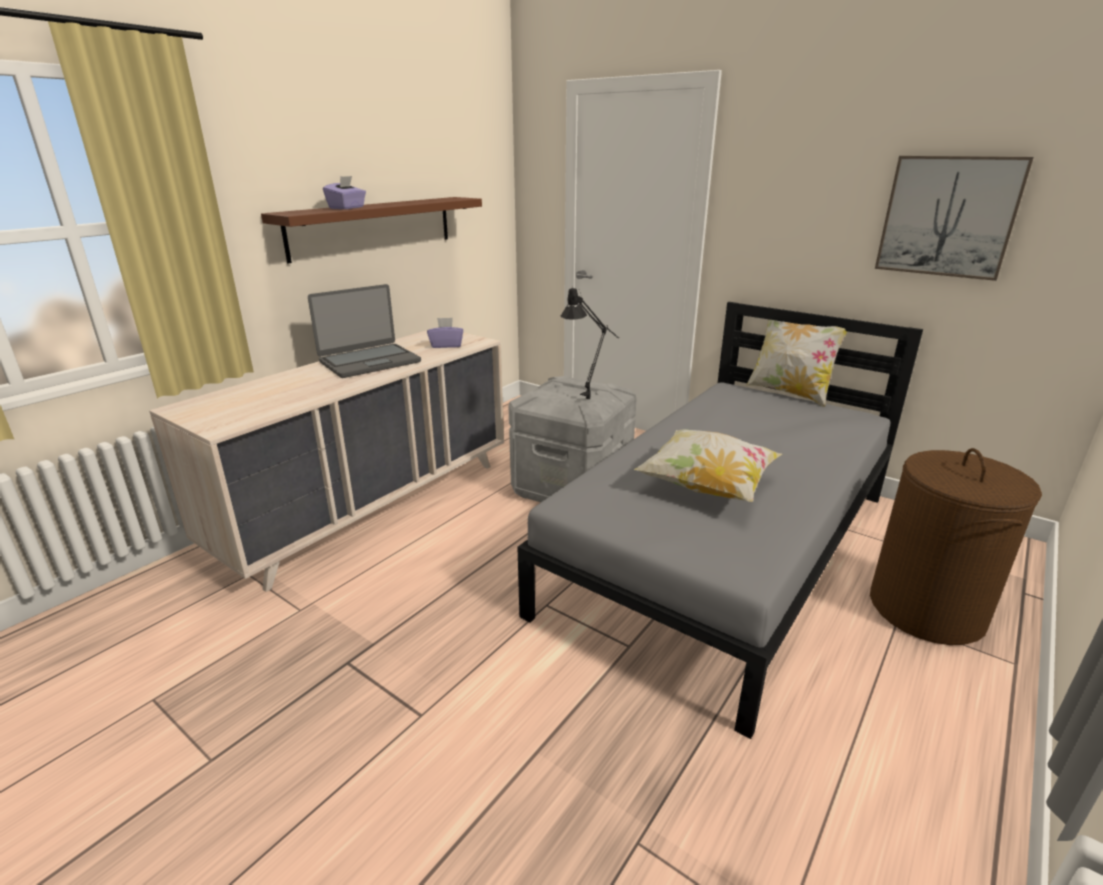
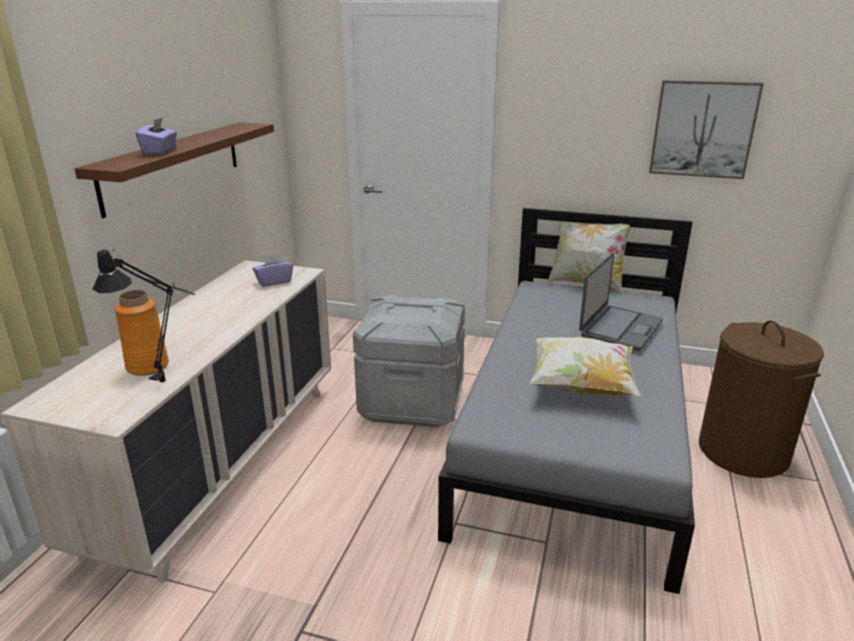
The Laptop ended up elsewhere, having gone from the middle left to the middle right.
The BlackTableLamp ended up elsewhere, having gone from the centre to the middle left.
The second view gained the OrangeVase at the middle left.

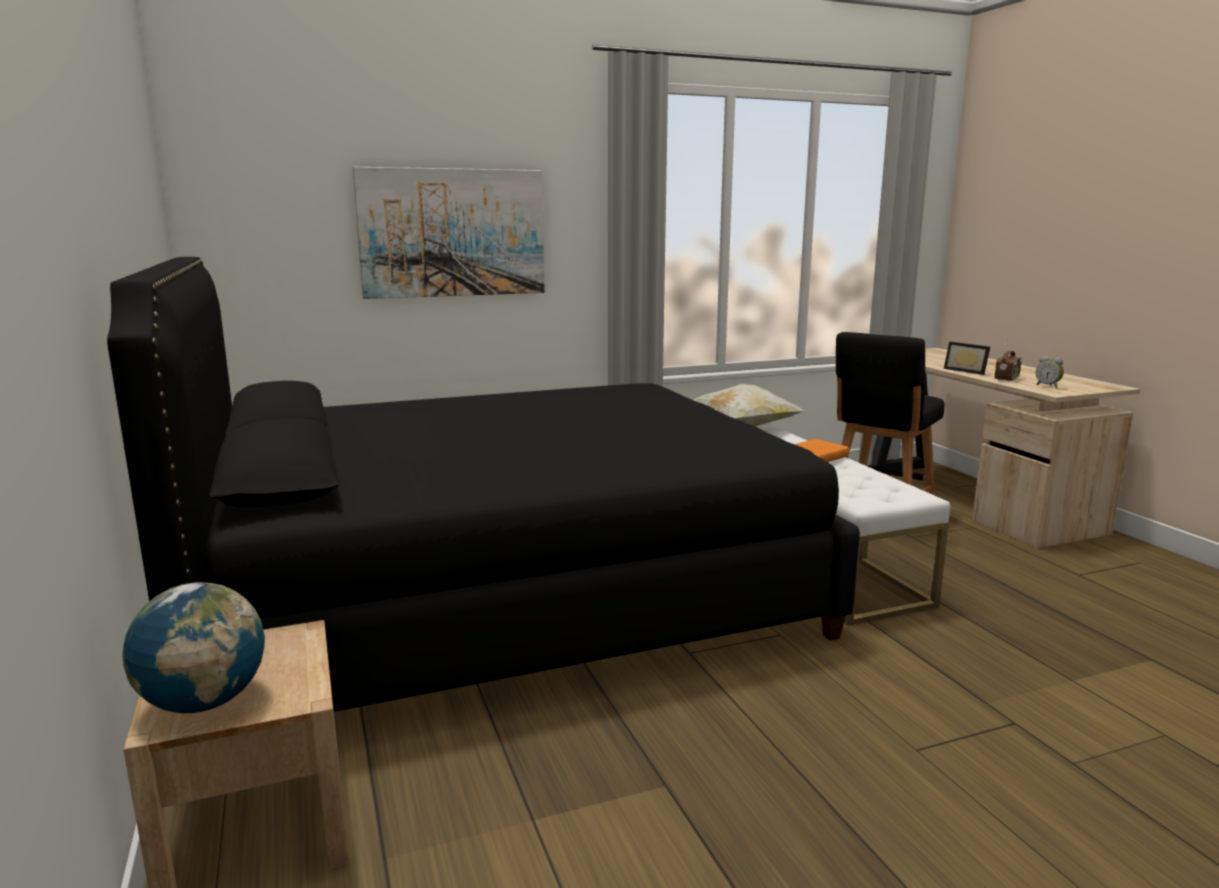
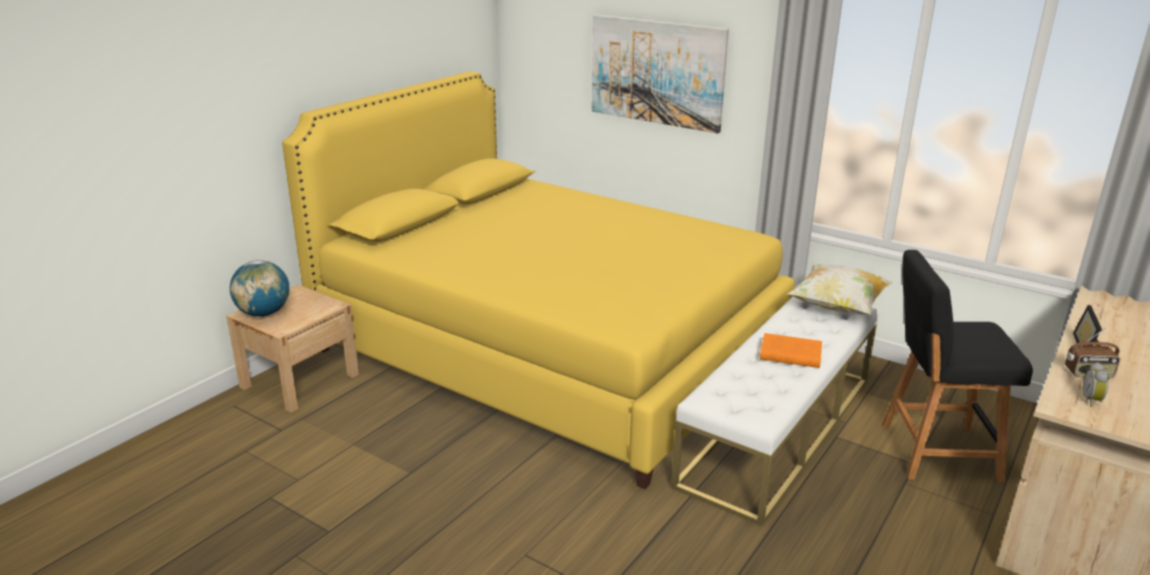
What was the BlackBed at the centre turned into the YellowBed at the centre.

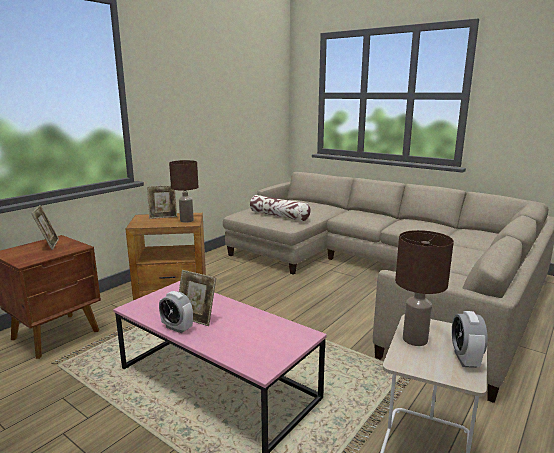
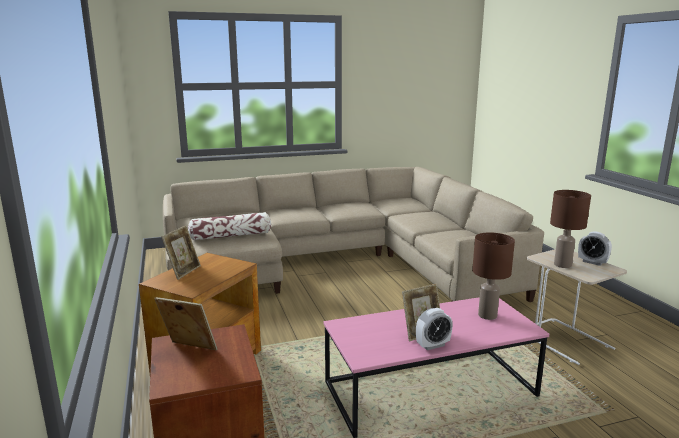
The BrownTableLamp (no. 1 from left) ended up elsewhere, having gone from the middle left to the middle right.

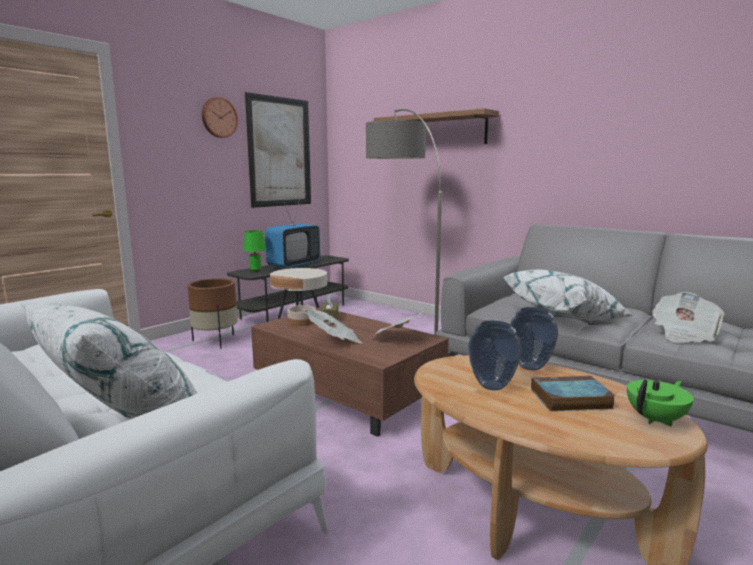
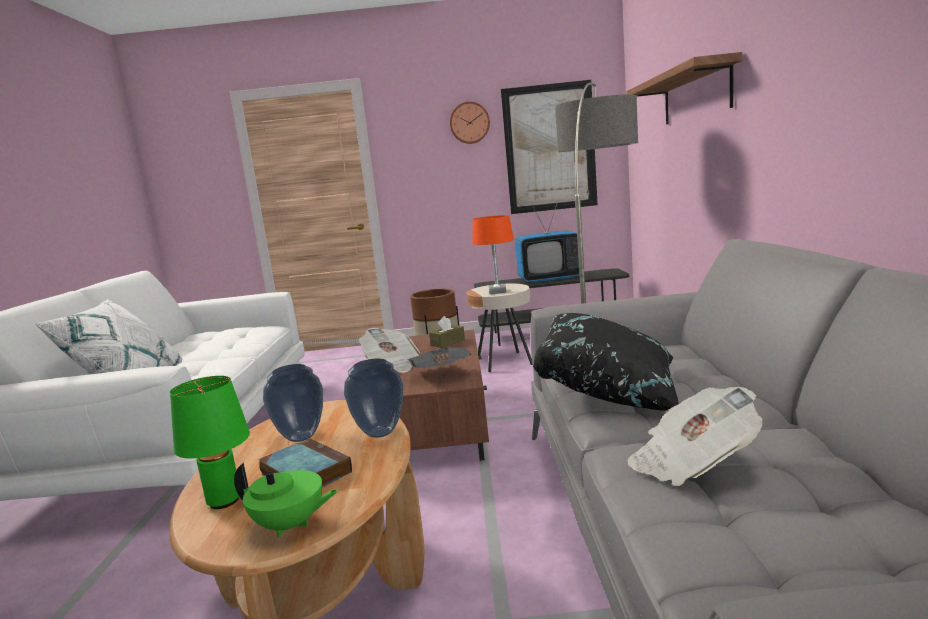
The GreenTableLamp ended up elsewhere, having gone from the centre to the bottom left.
The second view lost the Bowl at the centre.
What was the WhitePillow (no. 2 from left) at the middle right turned into the BlackPillow at the centre.
The second view gained the OrangeTableLamp at the centre.

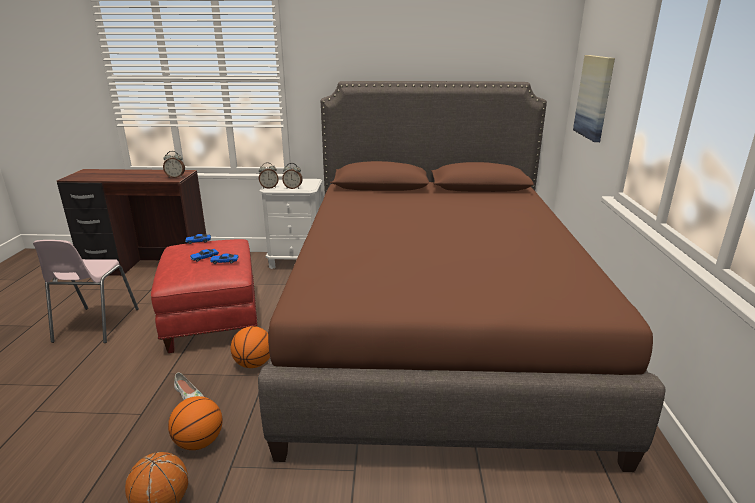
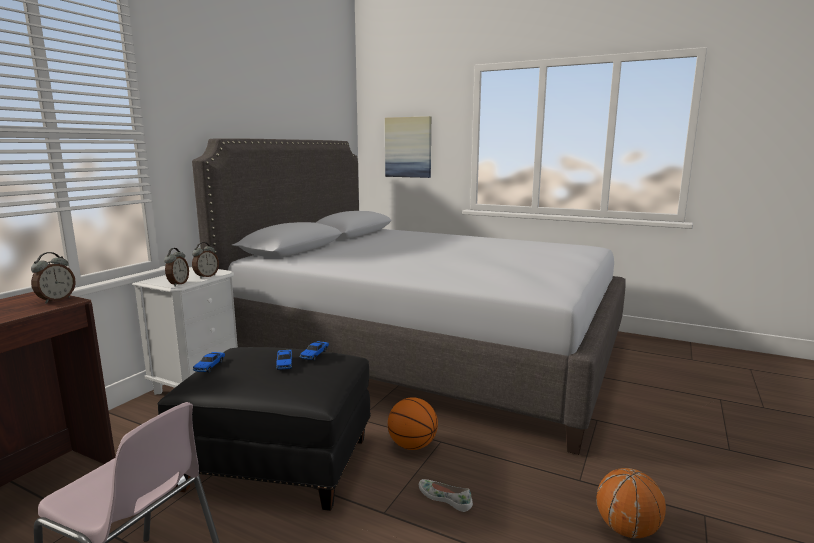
What was the RedOttoman at the middle left turned into the BlackOttoman at the bottom left.
The second view lost the Basketball (no. 2 from left) at the bottom left.
The WhiteShoe at the bottom left ended up facing another way, 120 degrees counterclockwise from before.
What was the BrownBed at the centre turned into the GreyBed at the centre.

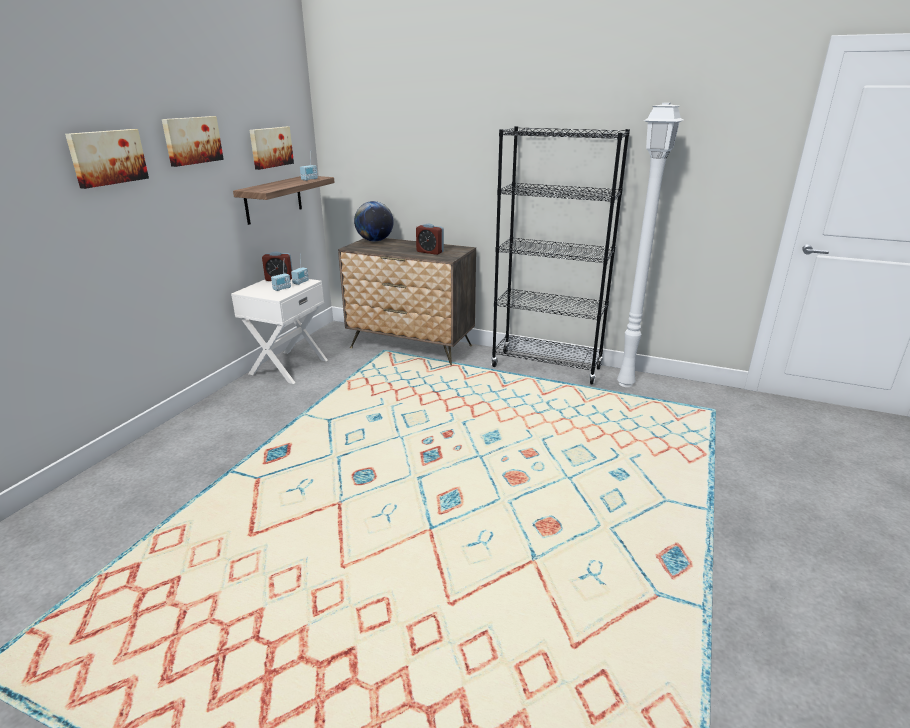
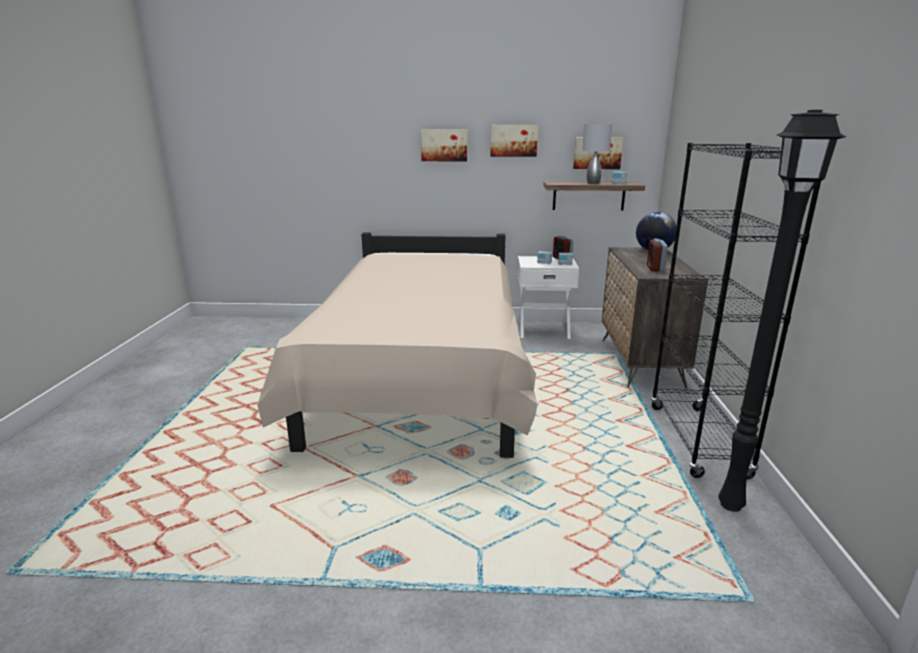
What was the WhiteFloorLamp at the middle right turned into the BlackFloorLamp at the middle right.
The second view gained the BeigeBed at the centre.
The second view gained the GreyTableLamp at the top centre.

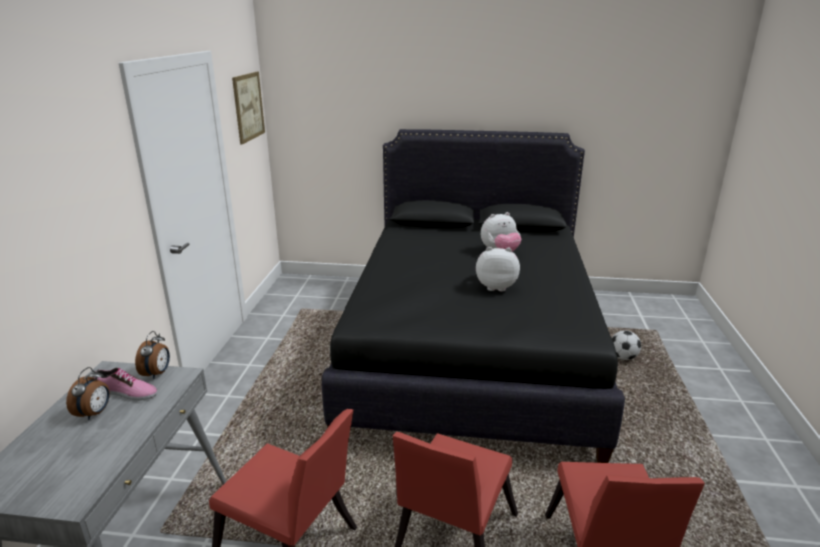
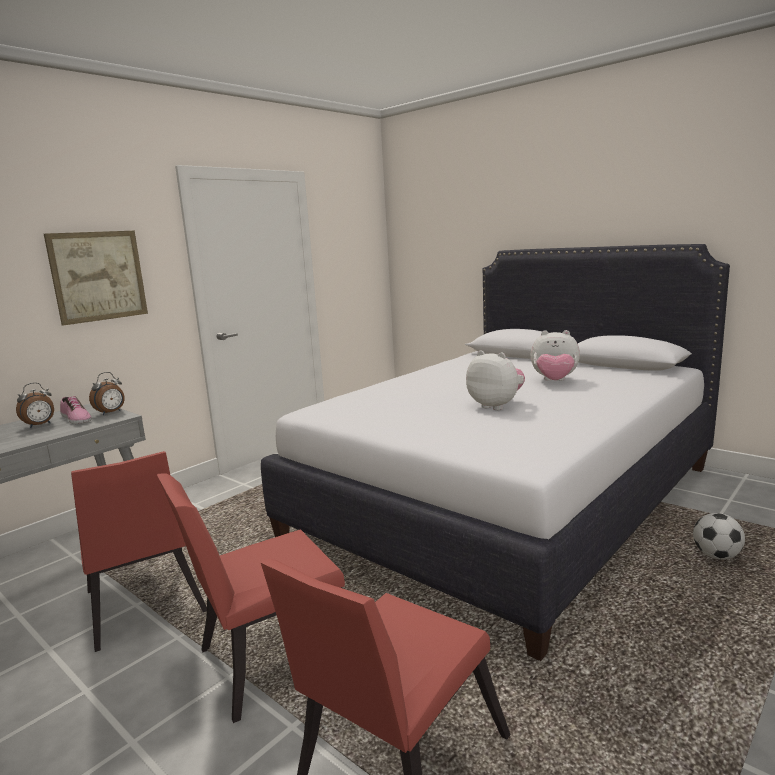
The Picture ended up elsewhere, having gone from the top left to the middle left.
What was the BlackBed at the centre turned into the WhiteBed at the centre.

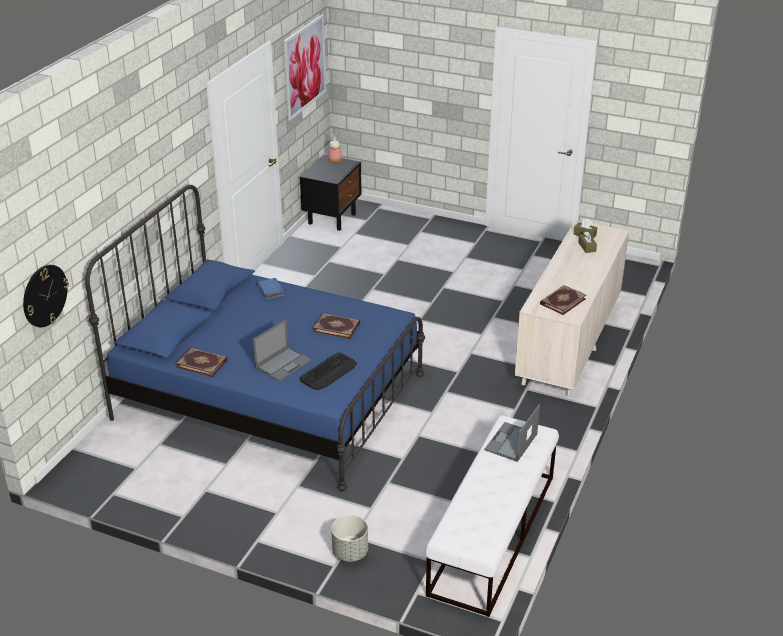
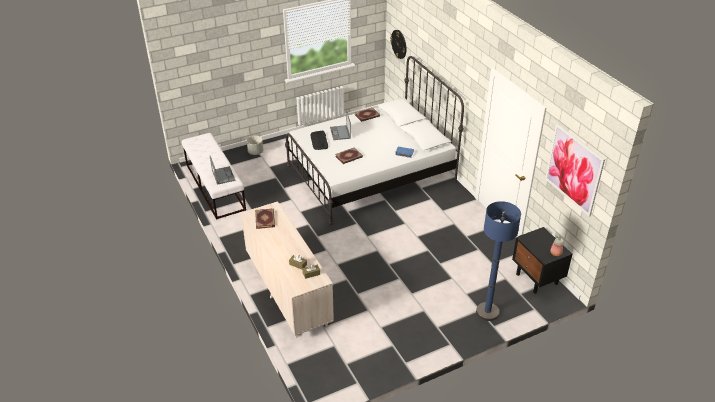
What was the BlueBed at the middle left turned into the WhiteBed at the centre.
The second view gained the BlueFloorLamp at the middle right.

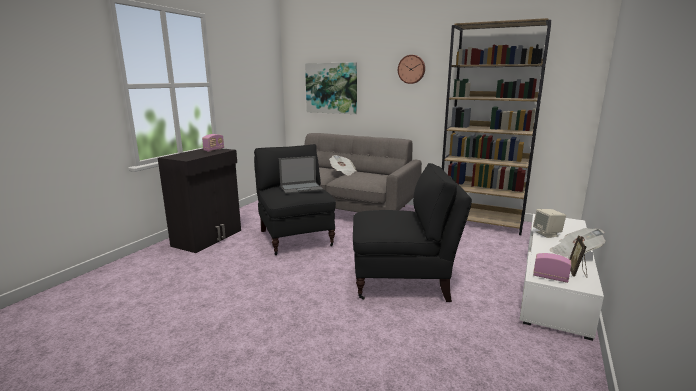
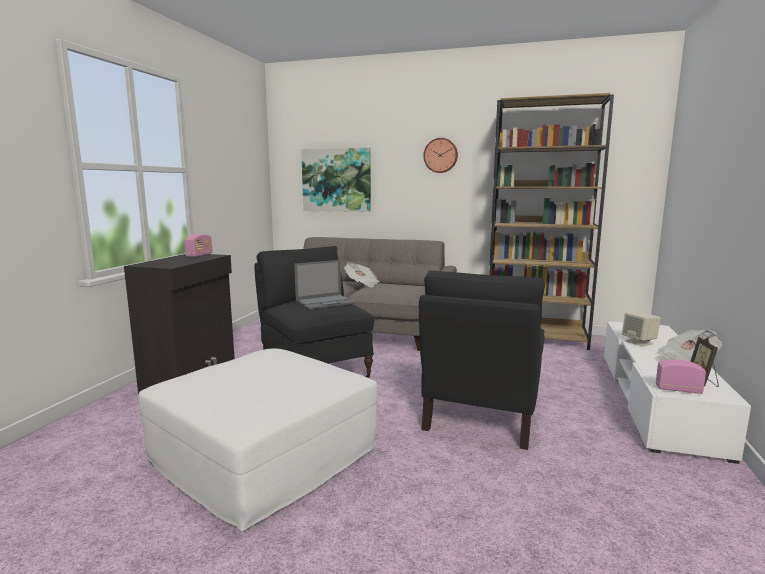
The BlackArmchair (no. 2 from left) at the centre ended up facing another way, 120 degrees clockwise from before.
The second view gained the WhiteOttoman at the bottom centre.

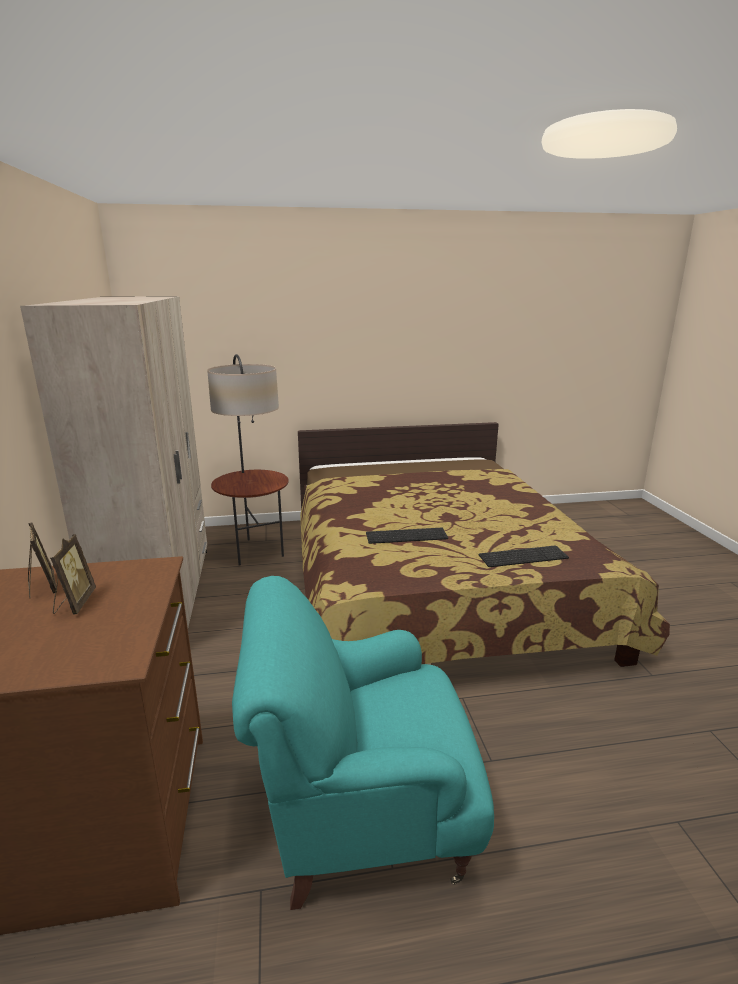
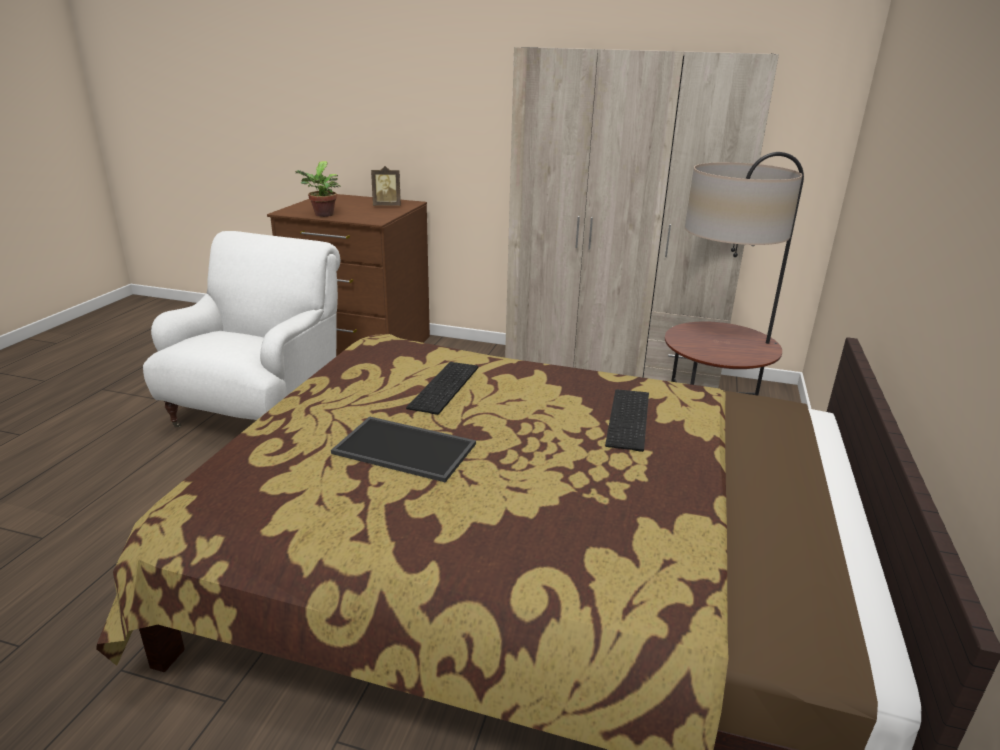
The second view lost the PictureFrame (no. 2 from left) at the middle left.
What was the TurquoiseArmchair at the bottom centre turned into the WhiteArmchair at the middle left.
The Keyboard (no. 2 from left) ended up elsewhere, having gone from the middle right to the centre.
The second view gained the PottedPlant at the top left.
The second view gained the Tray at the centre.

